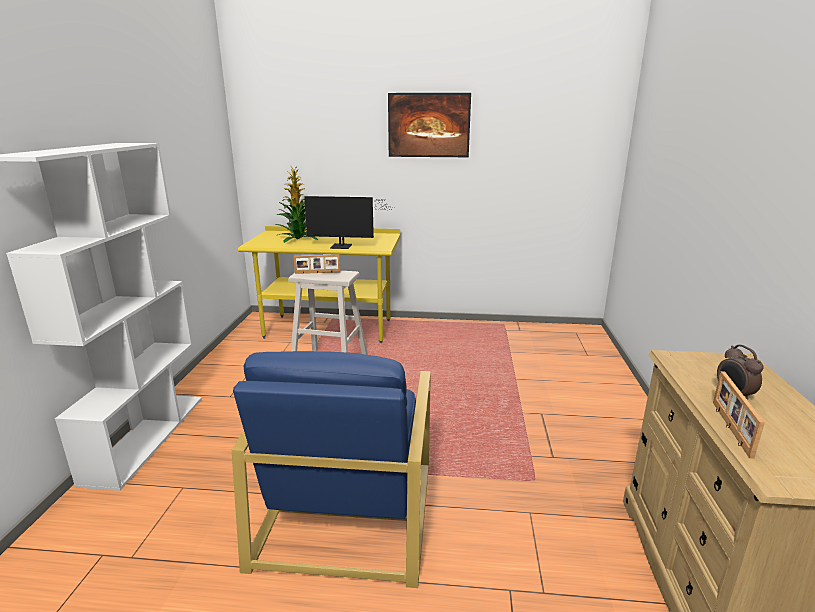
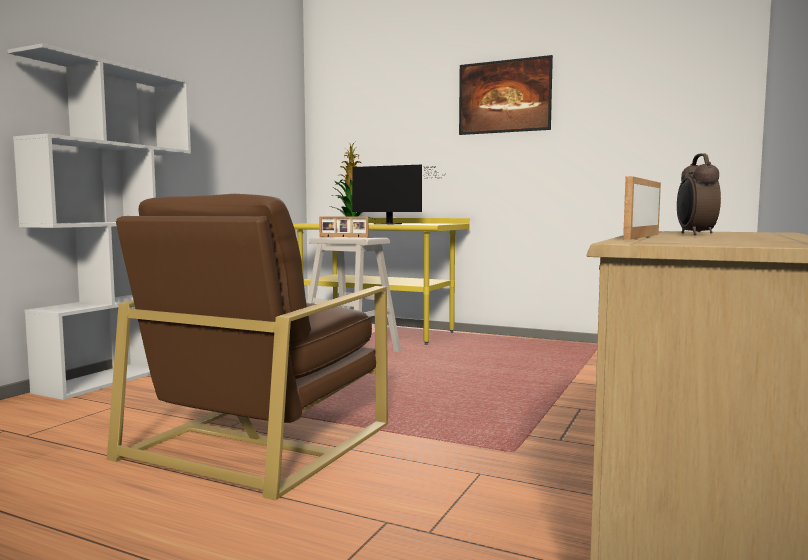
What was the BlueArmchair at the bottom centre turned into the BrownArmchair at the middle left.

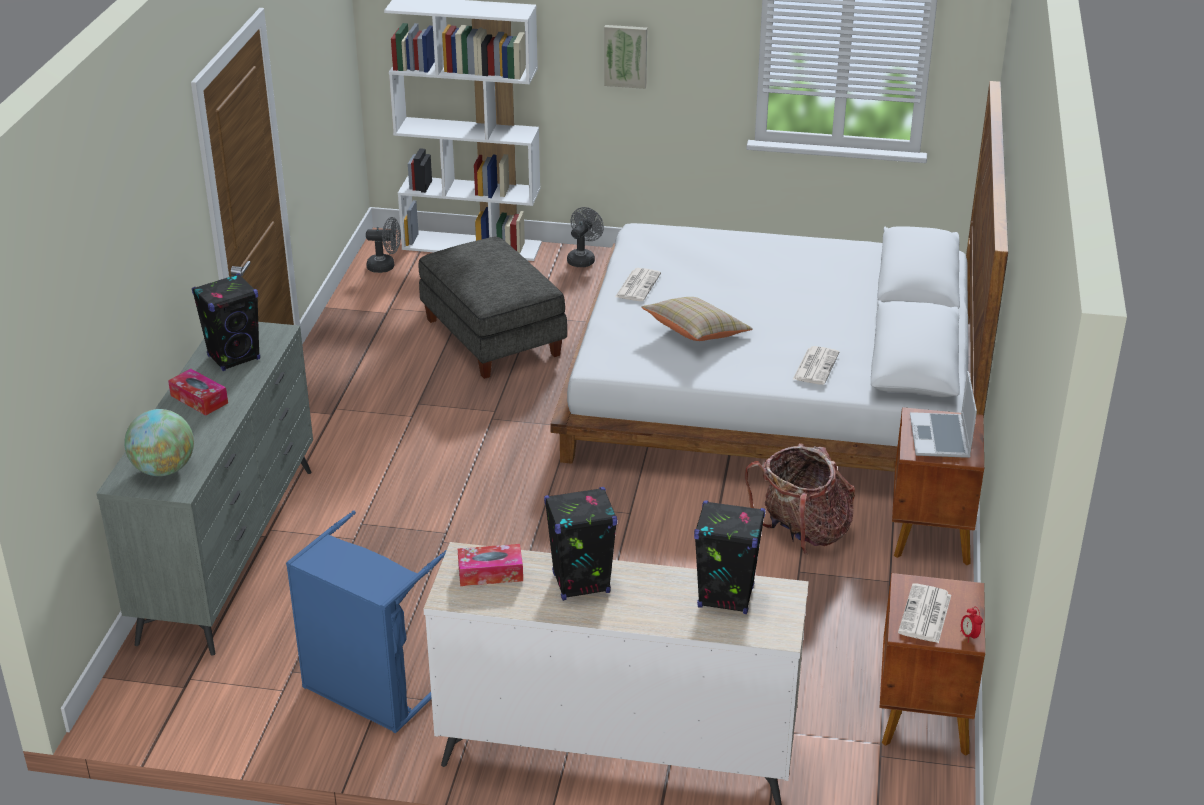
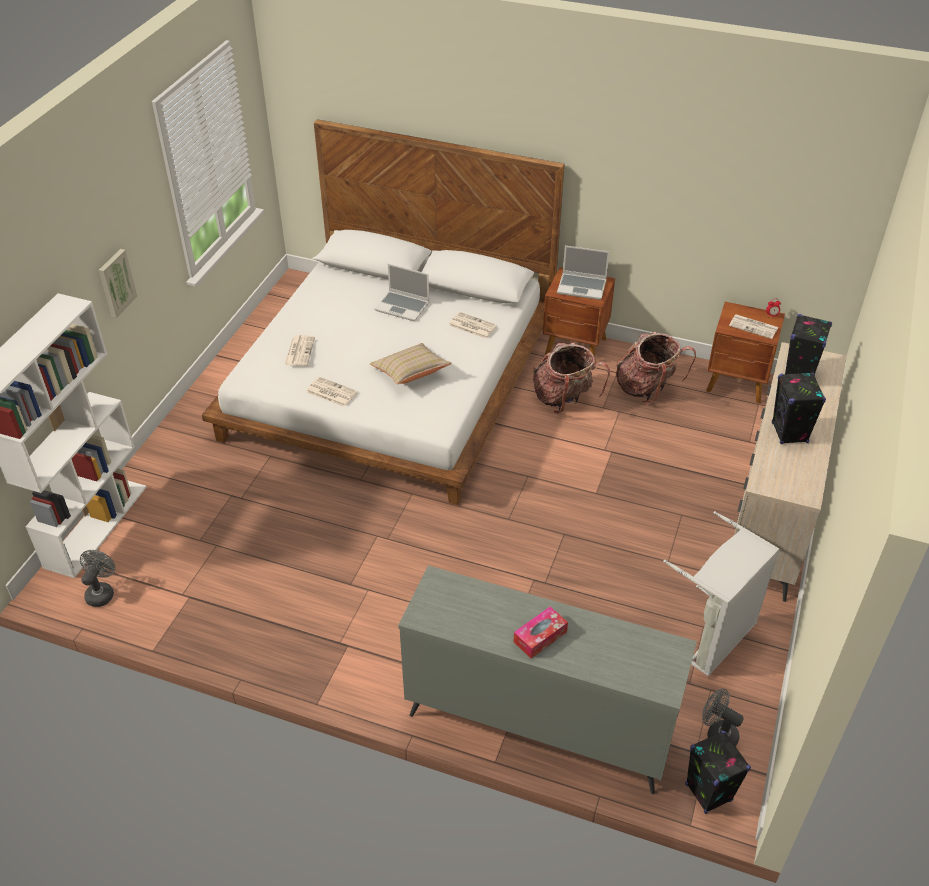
The second view lost the Globe at the middle left.
The BlackSpeaker (no. 1 from left) ended up elsewhere, having gone from the middle left to the bottom right.
What was the BlueLaundryBasket at the bottom left turned into the GreyLaundryBasket at the bottom right.
The second view lost the GreyOttoman at the centre.
The second view lost the TissueBox (no. 2 from left) at the bottom centre.
The GreyFan (no. 2 from left) ended up elsewhere, having gone from the top centre to the bottom right.
The second view gained the Newspaper (no. 1 from left) at the middle left.
The second view gained the Laptop (no. 1 from left) at the top centre.
The second view gained the Backpack (no. 2 from left) at the middle right.

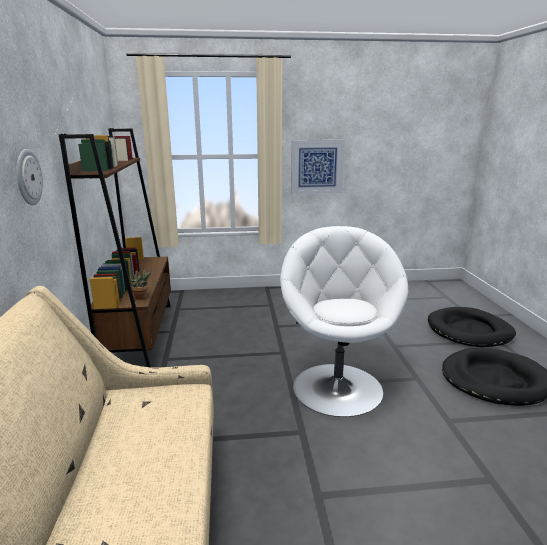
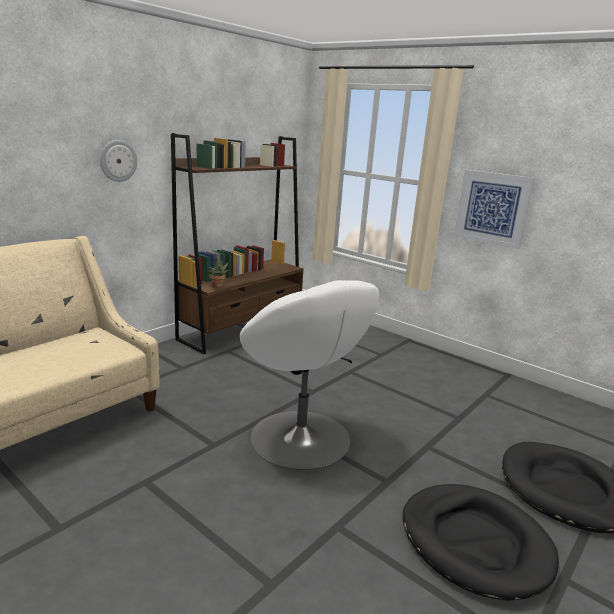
The WhiteArmchair at the centre ended up facing another way, 105 degrees clockwise from before.

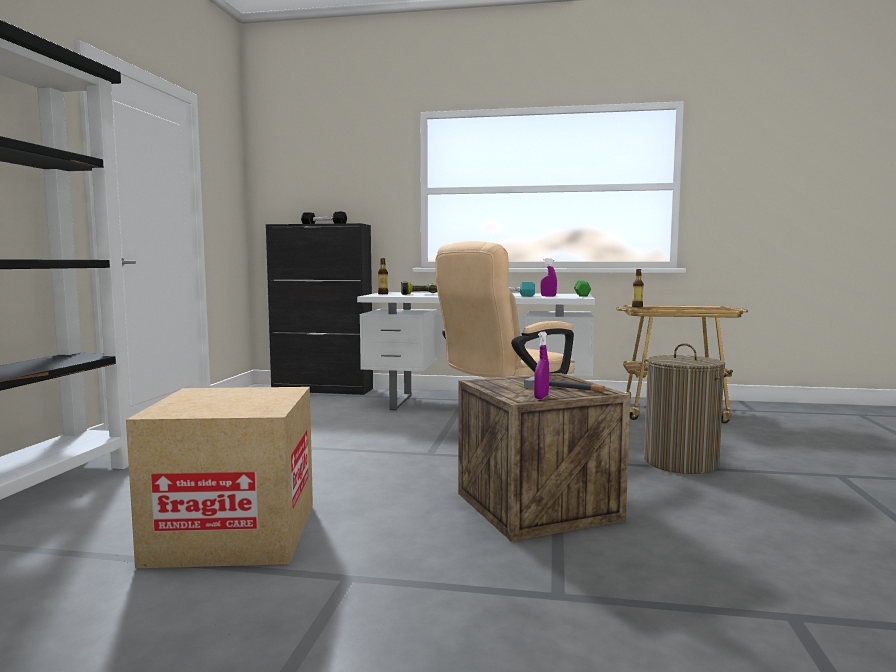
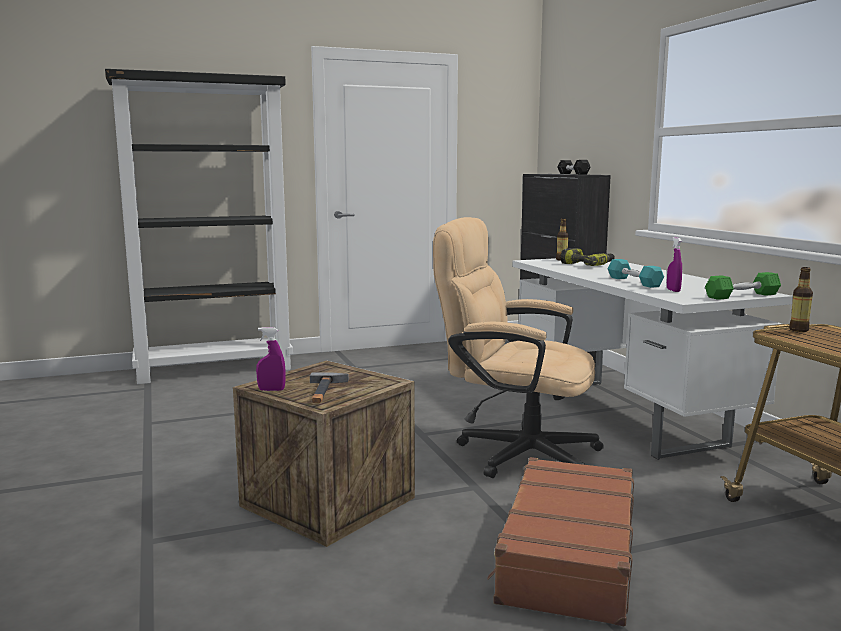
The second view lost the CardboardBox at the bottom left.
Where the LaundryBasket stood at the middle right, the BrownSuitcase came to stand at the bottom centre.

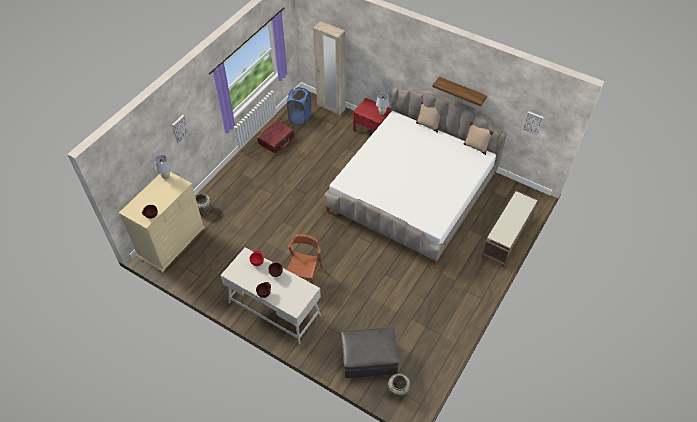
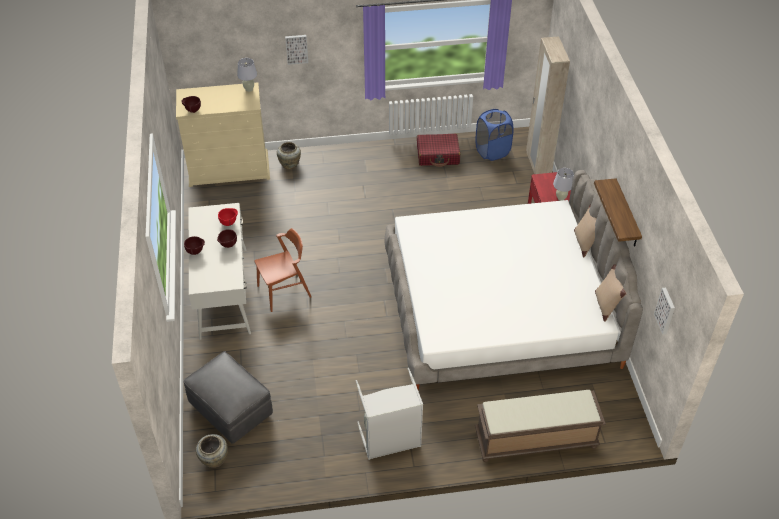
The second view gained the GreyLaundryBasket at the bottom centre.

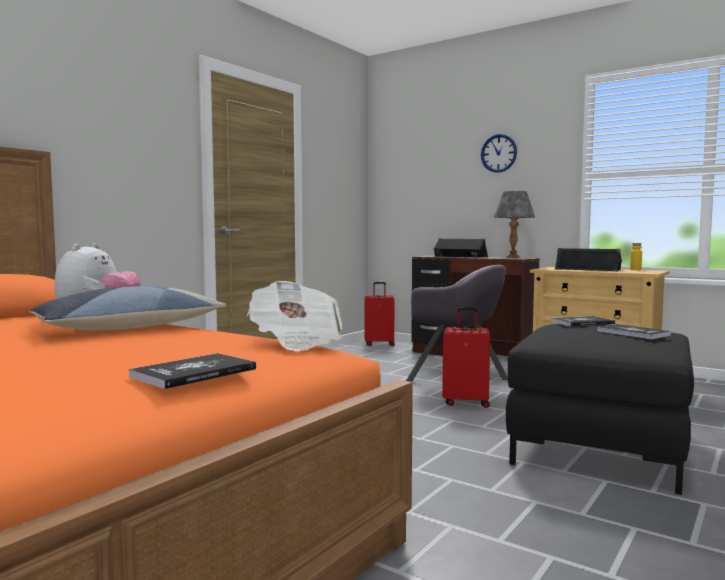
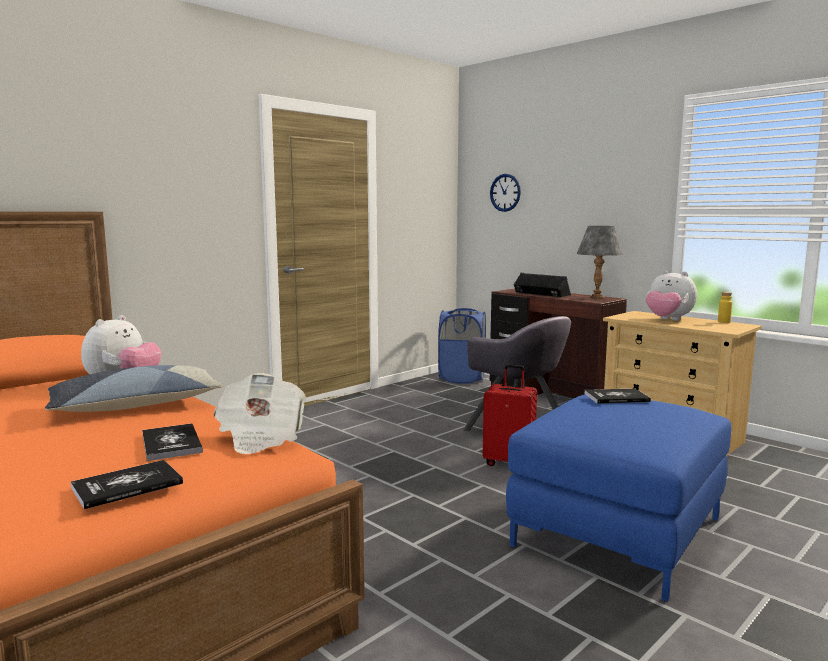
Where the RedSuitcase (no. 1 from left) stood at the centre, the BlueLaundryBasket came to stand at the centre.
The WallClock ended up elsewhere, having gone from the top right to the top centre.
What was the BlackOttoman at the bottom right turned into the BlueOttoman at the bottom right.
Where the BlackSpeaker (no. 2 from left) stood at the middle right, the PlushToy (no. 2 from left) came to stand at the middle right.
The Book (no. 3 from left in the first image) ended up elsewhere, having gone from the middle right to the bottom left.

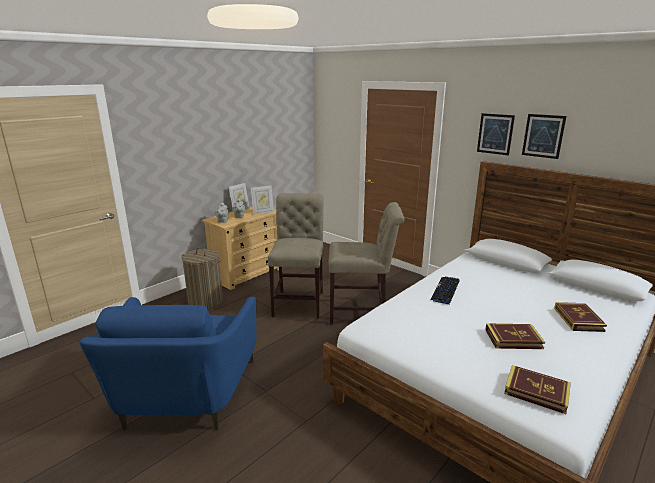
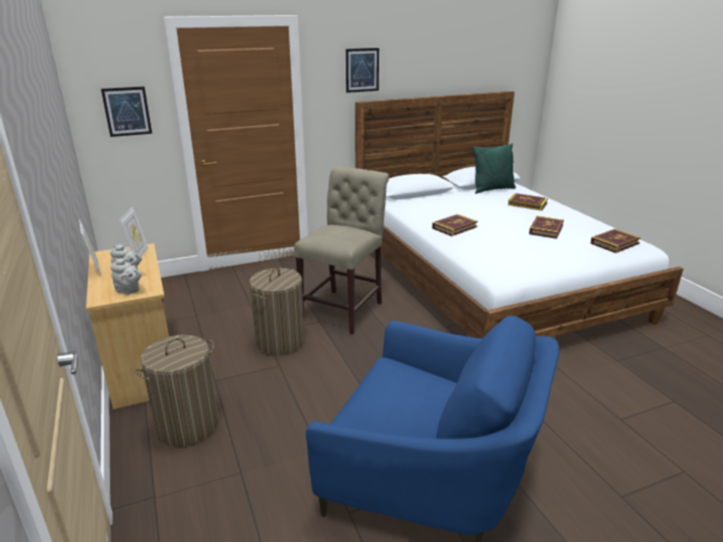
Where the BeigeChair (no. 1 from left) stood at the centre, the LaundryBasket (no. 2 from left) came to stand at the centre.
Where the Keyboard stood at the middle right, the Book (no. 1 from left) came to stand at the centre.
The Picture (no. 2 from left in the first image) ended up elsewhere, having gone from the top right to the top left.
The second view gained the GreenPillow at the top right.

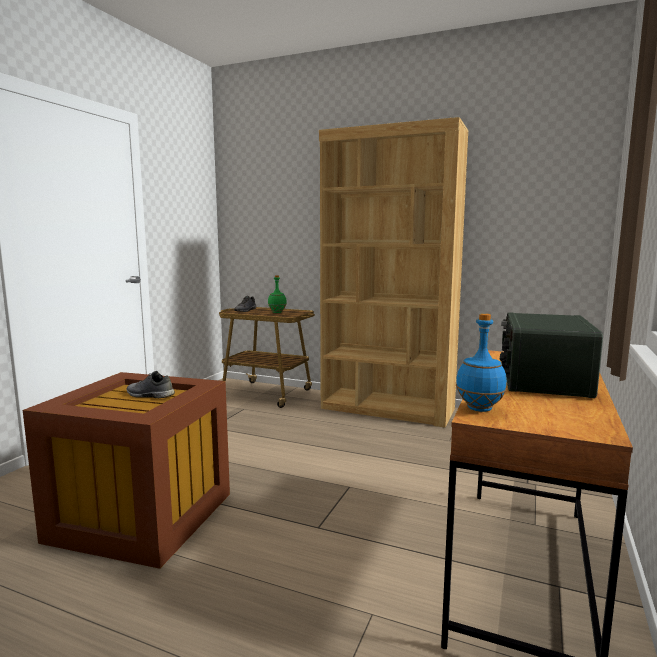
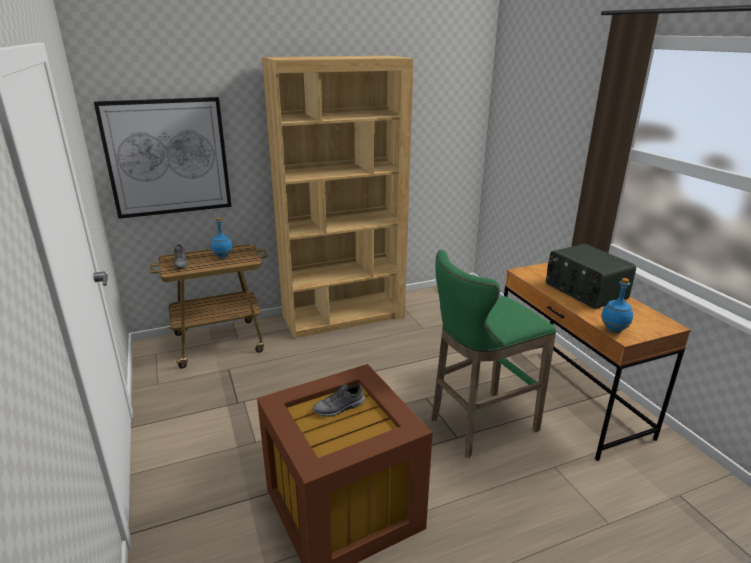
What was the GreenBottle at the centre turned into the BlueBottle (no. 1 from left) at the middle left.
The second view gained the Picture at the top left.
The second view gained the GreenStool at the centre.

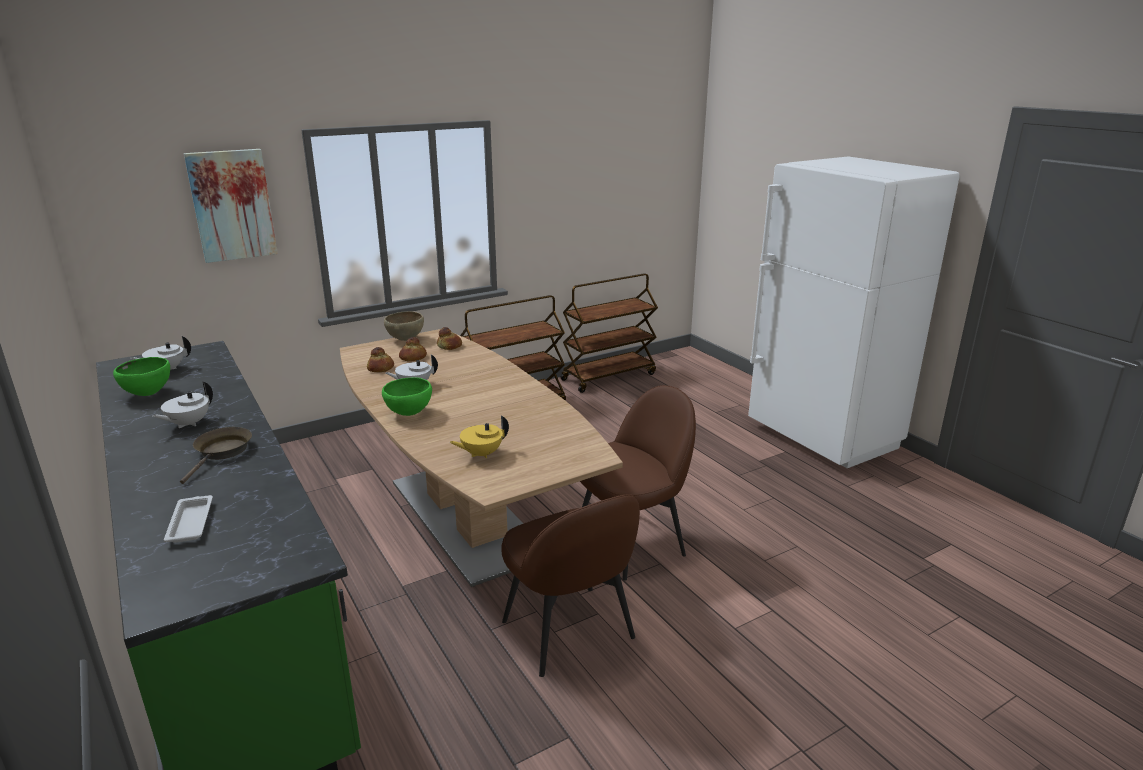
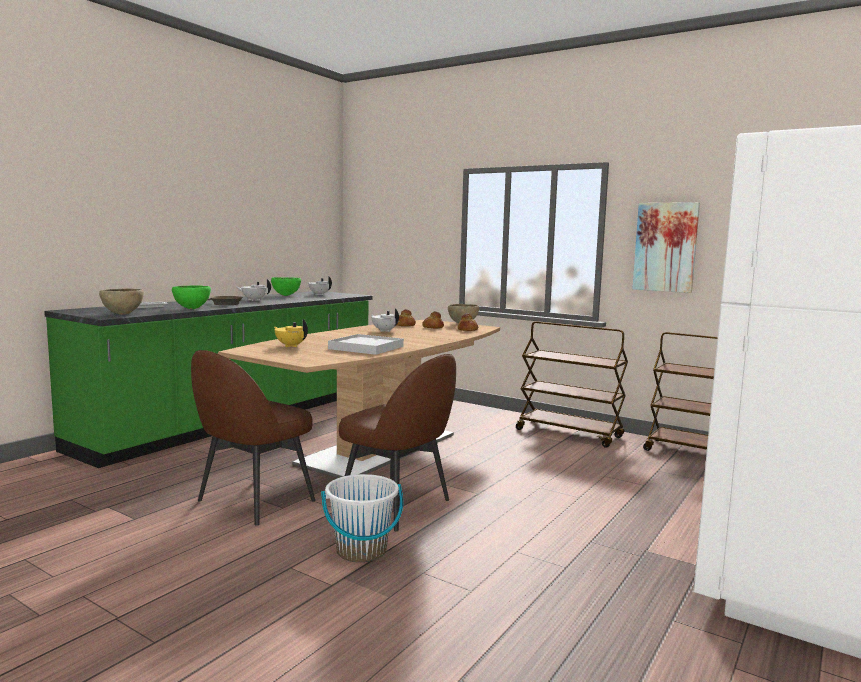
The Picture ended up elsewhere, having gone from the top left to the middle right.
The GreenBowl (no. 2 from left in the first image) ended up elsewhere, having gone from the centre to the middle left.
The second view gained the BrownBowl (no. 1 from left) at the middle left.
The second view gained the WhiteBucket at the bottom centre.
The second view gained the WhiteTray (no. 2 from left) at the centre.

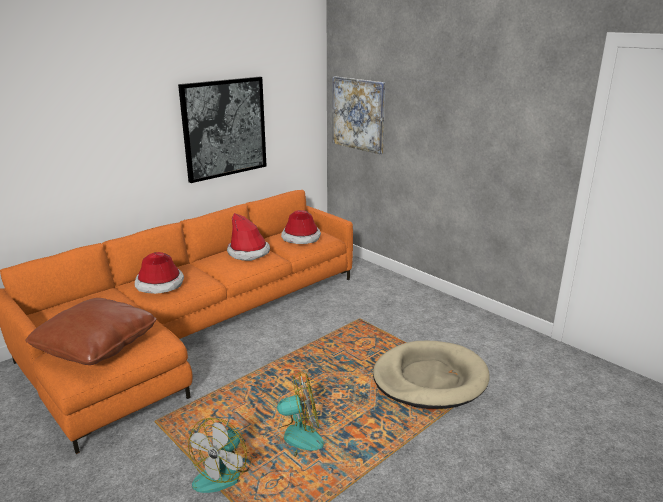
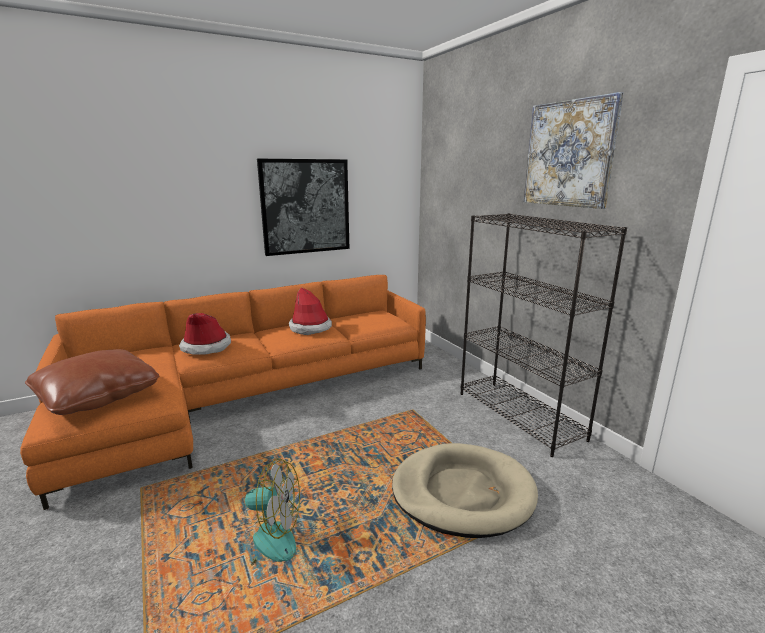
The second view lost the Fan (no. 1 from left) at the bottom left.
The second view lost the Hat (no. 3 from left) at the centre.
The Picture (no. 2 from left) ended up elsewhere, having gone from the top centre to the top right.
The second view gained the BlackBookcase at the middle right.

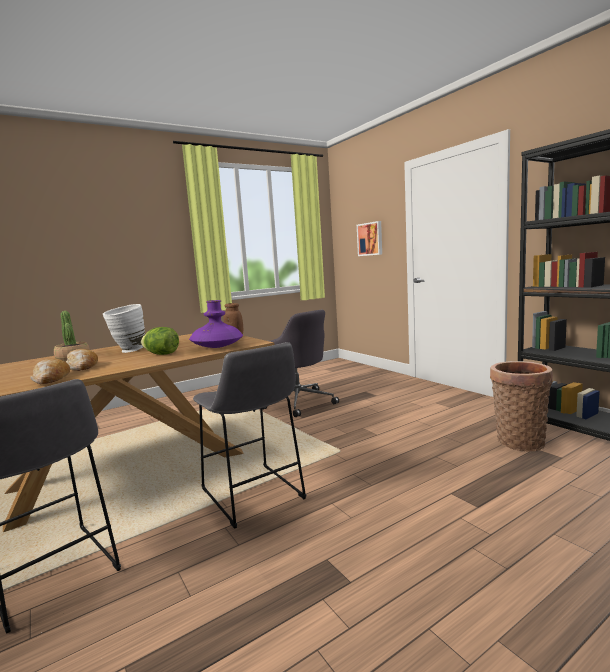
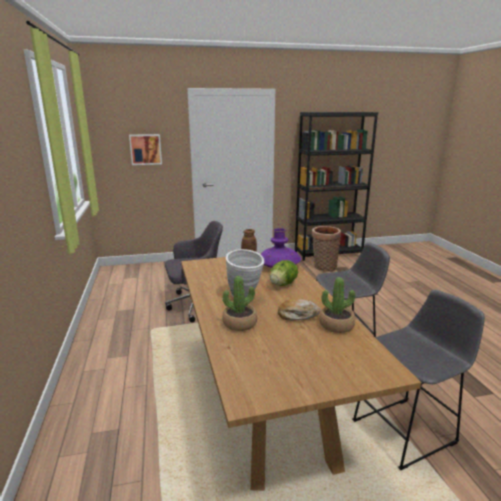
Where the Bread (no. 1 from left) stood at the middle left, the PottedPlant (no. 2 from left) came to stand at the middle right.

